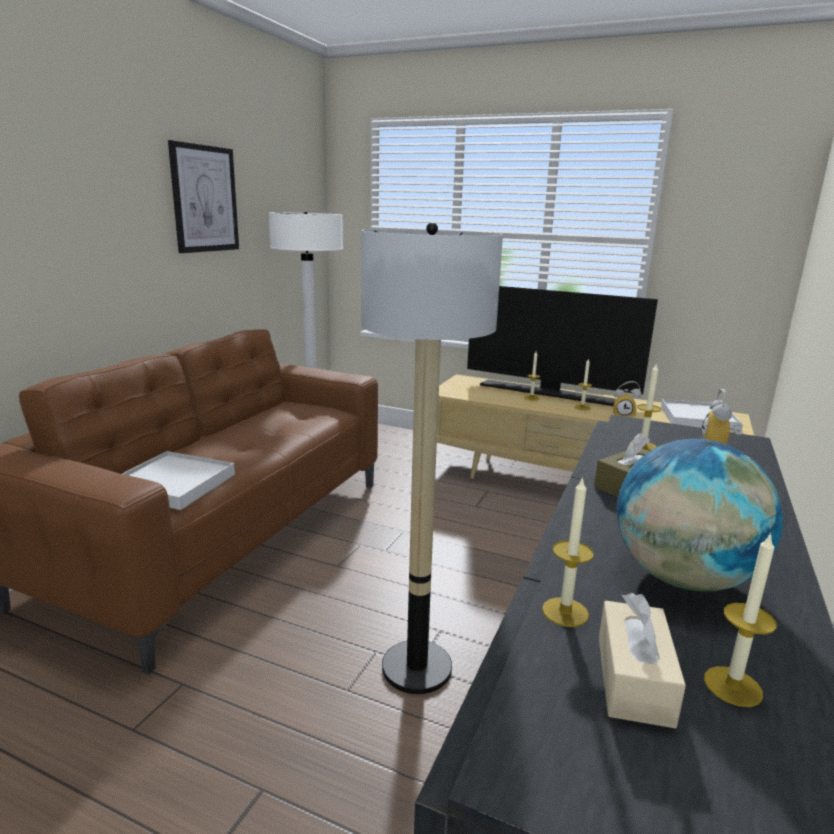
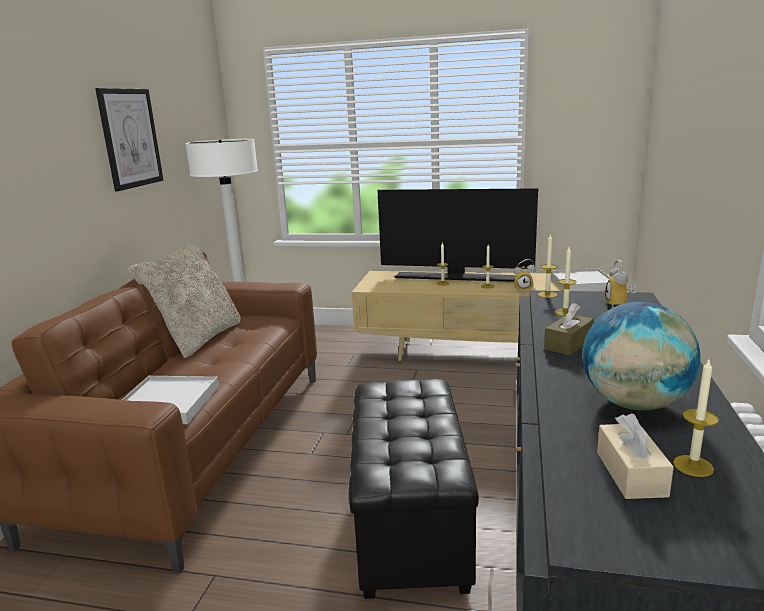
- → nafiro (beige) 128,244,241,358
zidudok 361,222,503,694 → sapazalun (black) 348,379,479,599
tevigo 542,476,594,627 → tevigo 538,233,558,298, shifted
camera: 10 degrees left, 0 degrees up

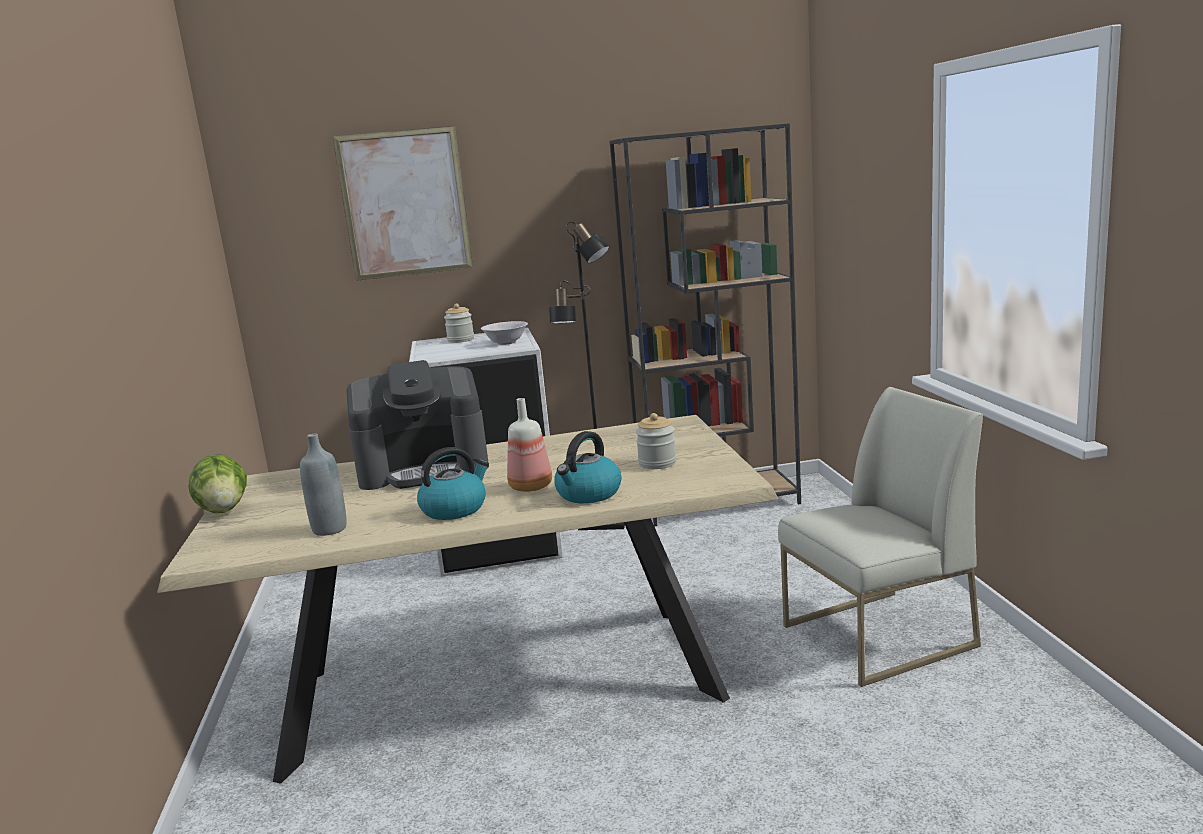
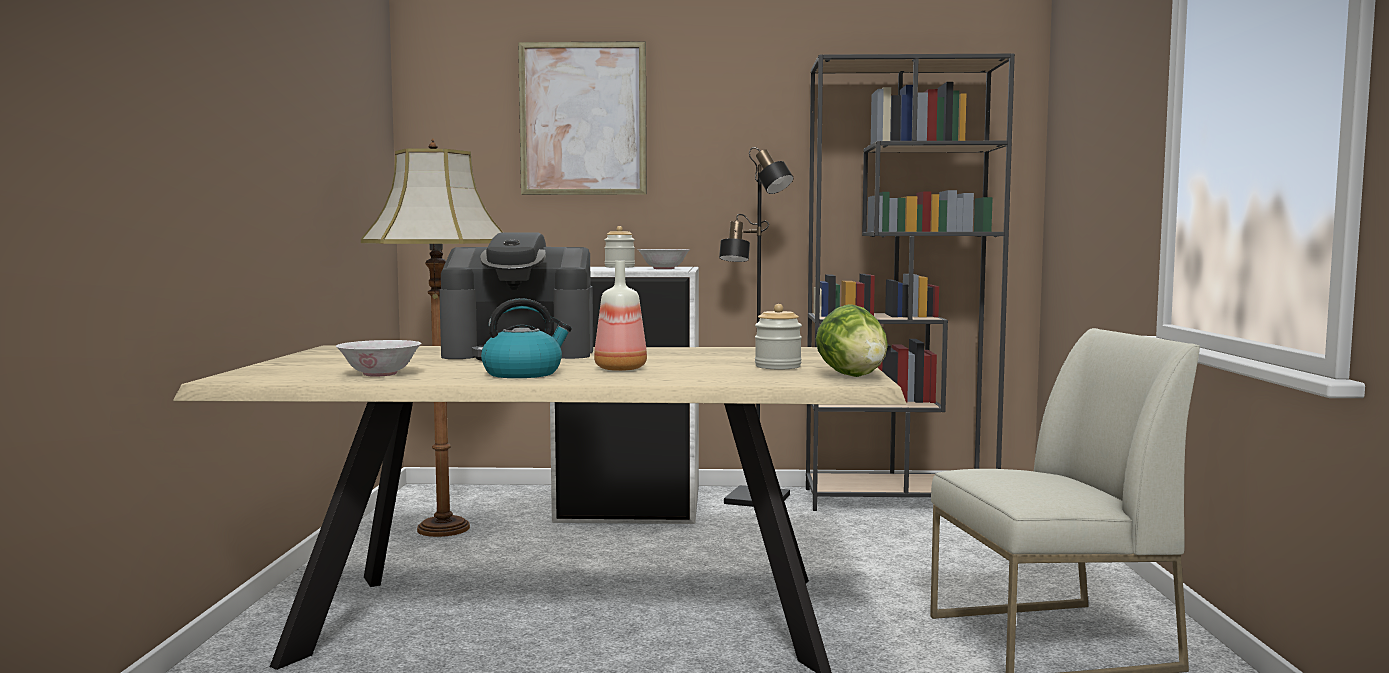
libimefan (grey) 300,434,347,536 → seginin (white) 336,340,422,376
- → zidudok 361,138,504,537
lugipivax 189,454,247,513 → lugipivax 815,304,888,377, shifted
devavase 554,431,621,503 → -
camera: 10 degrees right, 10 degrees down

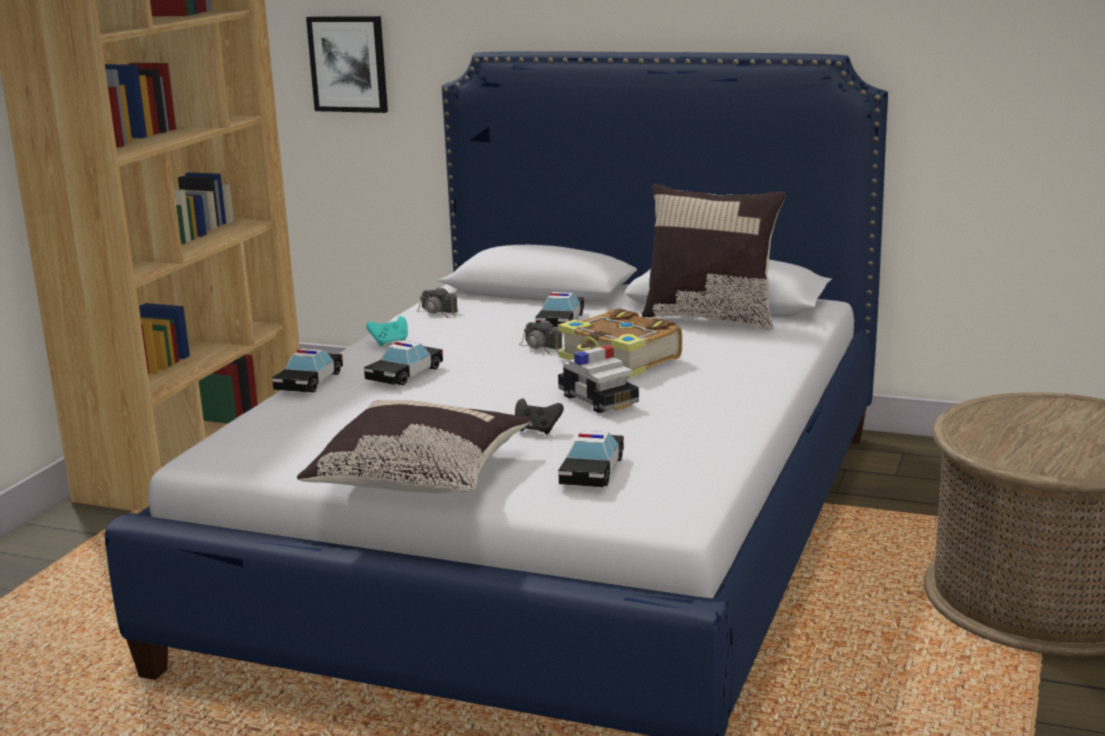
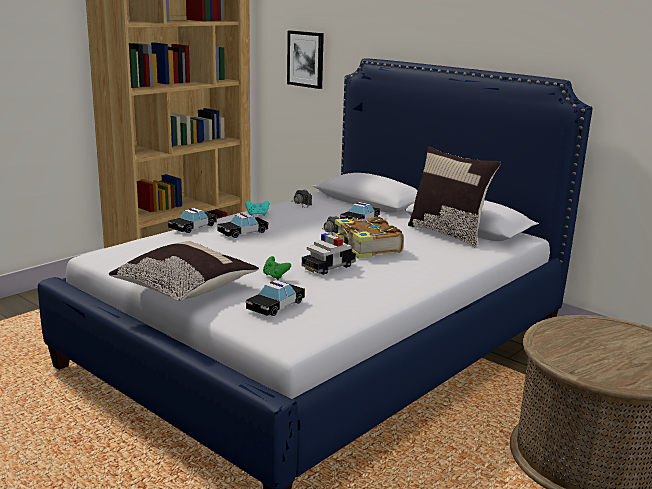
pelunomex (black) 515,399,564,435 → pelunomex (green) 263,256,291,280
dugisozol 558,345,639,413 → dugisozol 302,233,356,275, 60 degrees clockwise
camera: 20 degrees right, 0 degrees up

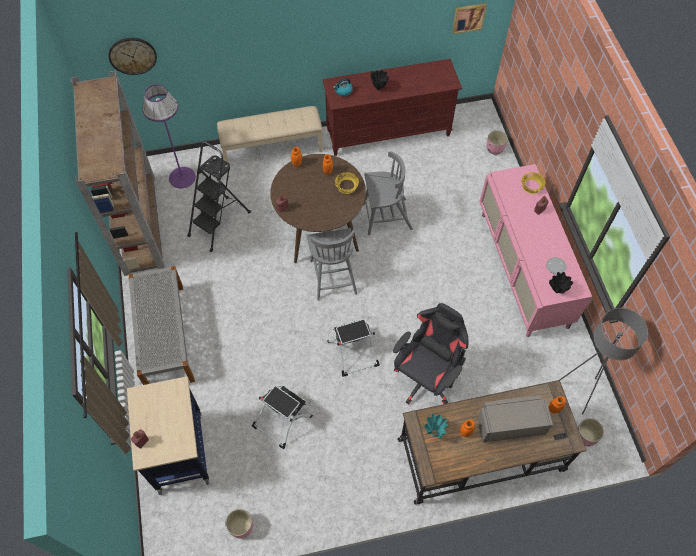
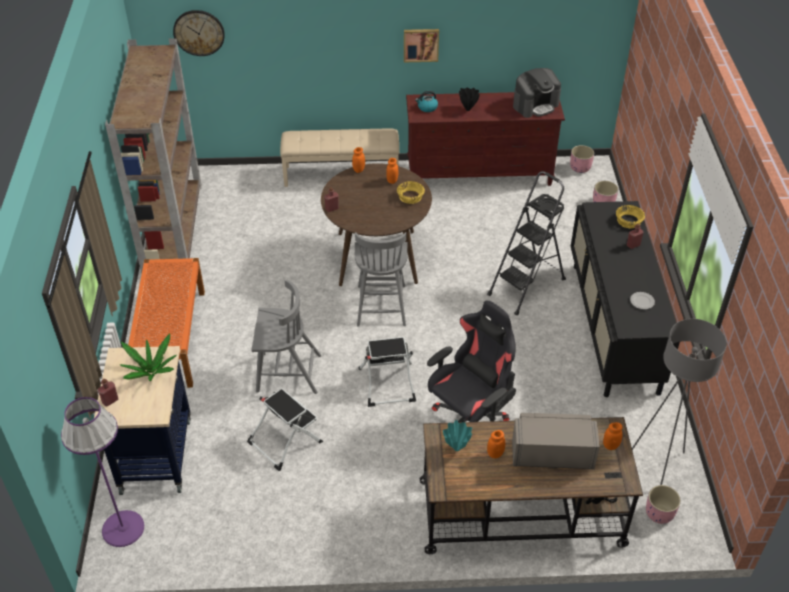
zidudok (purple) 142,84,196,188 → zidudok (purple) 61,397,144,547, shifted
- → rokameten 120,334,177,381
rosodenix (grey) 128,266,195,385 → rosodenix (orange) 128,258,205,388
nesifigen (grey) 363,151,413,235 → nesifigen (grey) 251,280,322,394, shifted
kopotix 452,3,487,34 → kopotix 404,29,439,62, shifted
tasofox 187,142,251,252 → tasofox 487,171,566,315, shifted
- → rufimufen 513,68,561,118
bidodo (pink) 226,509,253,539 → bidodo (pink) 570,145,594,173, shifted
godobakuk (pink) 479,164,592,337 → godobakuk (black) 571,201,680,397
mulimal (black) 549,272,573,294 → -
camera: 10 degrees right, 15 degrees down

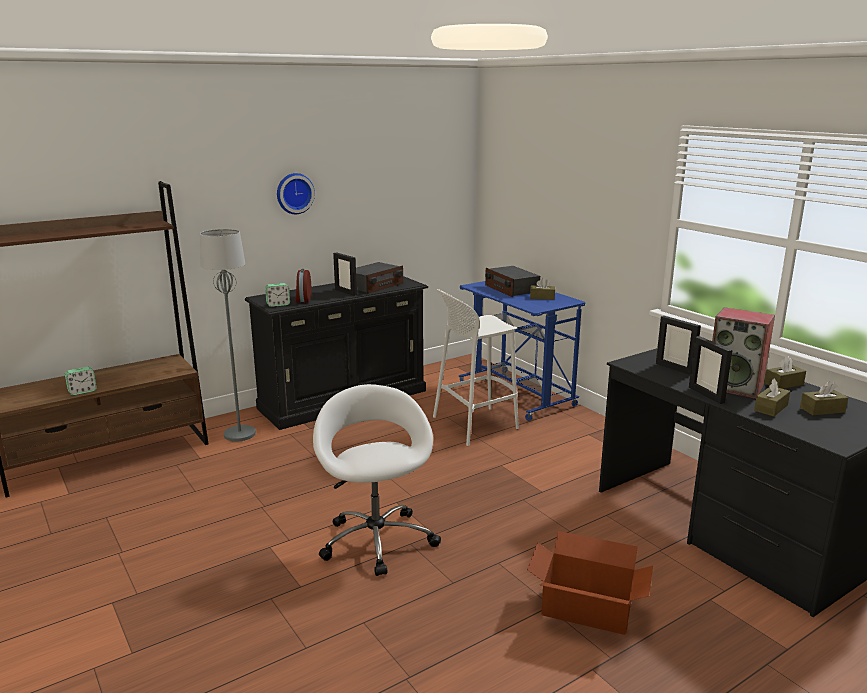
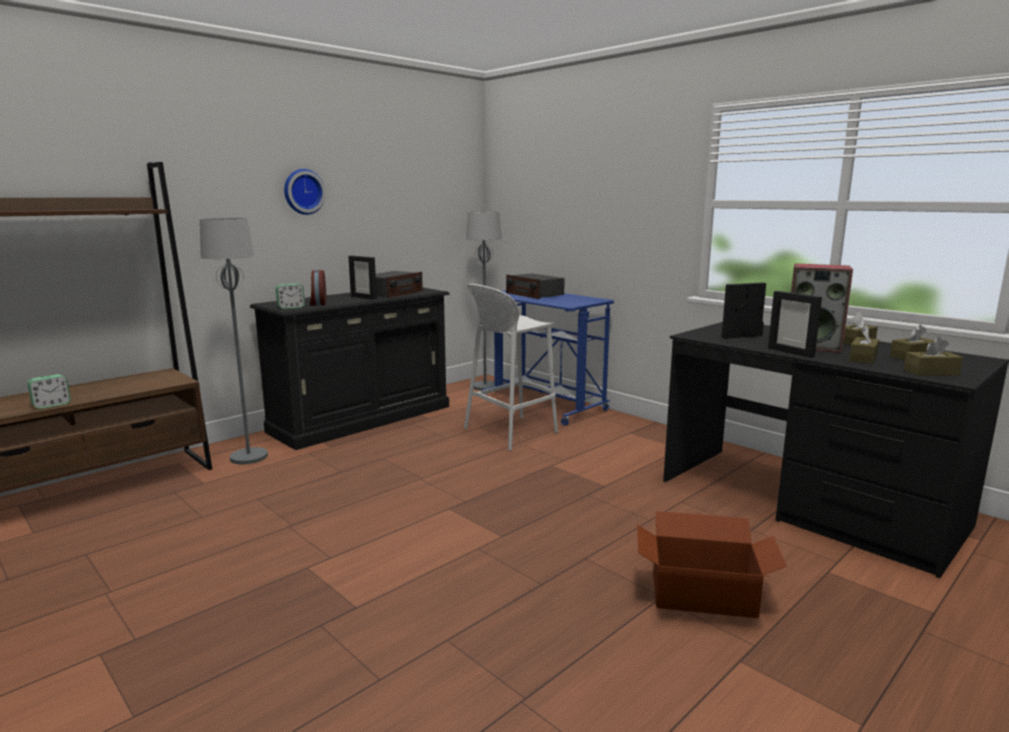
- → zidudok (grey) 466,211,502,390
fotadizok 656,316,701,375 → fotadizok 721,282,766,339, 120 degrees clockwise
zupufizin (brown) 530,278,555,300 → zupufizin (brown) 904,337,963,376, shifted
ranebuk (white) 313,384,441,576 → -
camera: 10 degrees left, 5 degrees down

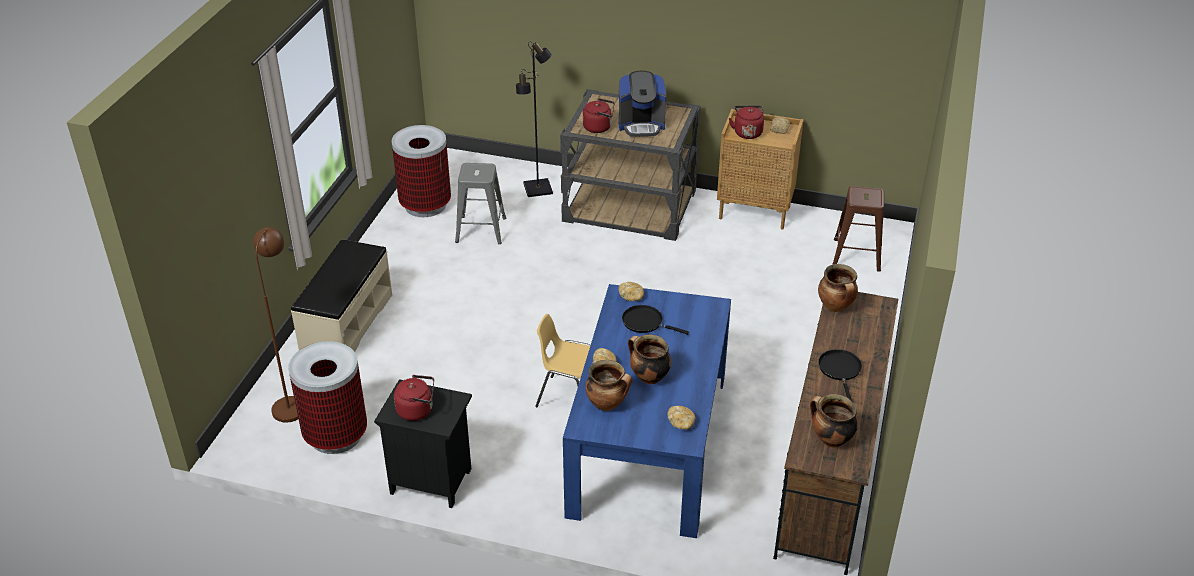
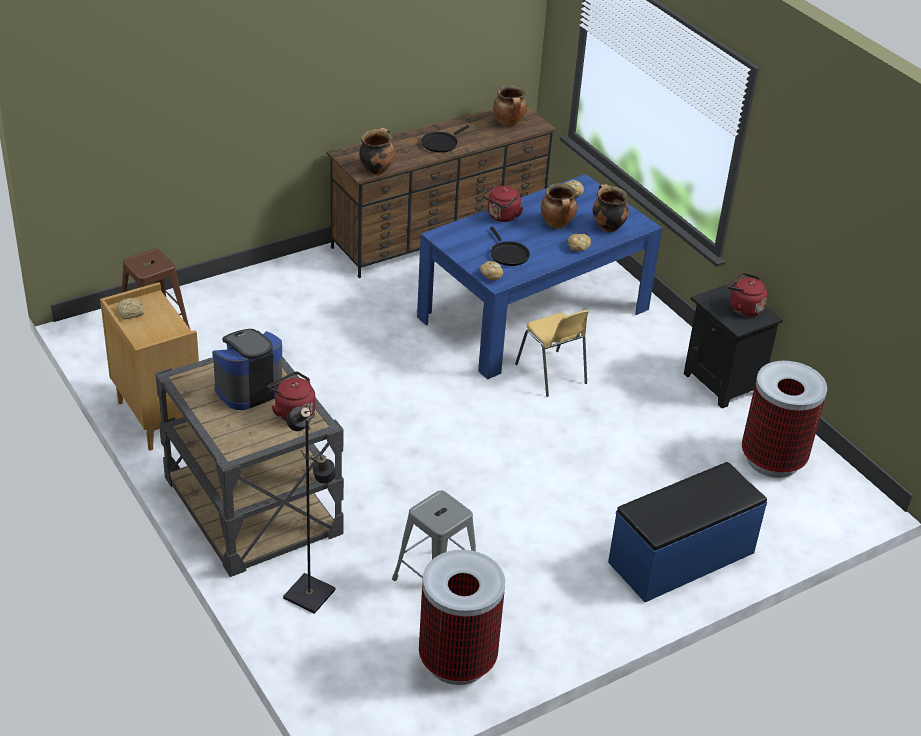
rufimufen 618,71,666,137 → rufimufen 212,329,282,410, 75 degrees counterclockwise
devavase (red) 729,106,764,139 → devavase (red) 483,185,524,222, shifted
rosodenix (beige) 291,239,392,352 → rosodenix (blue) 608,462,767,602
zidudok (brown) 253,227,298,422 → -
camera: 140 degrees left, 0 degrees up

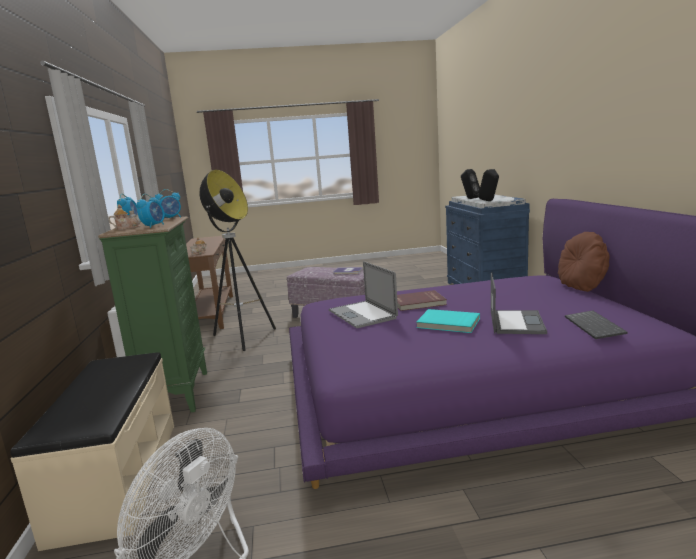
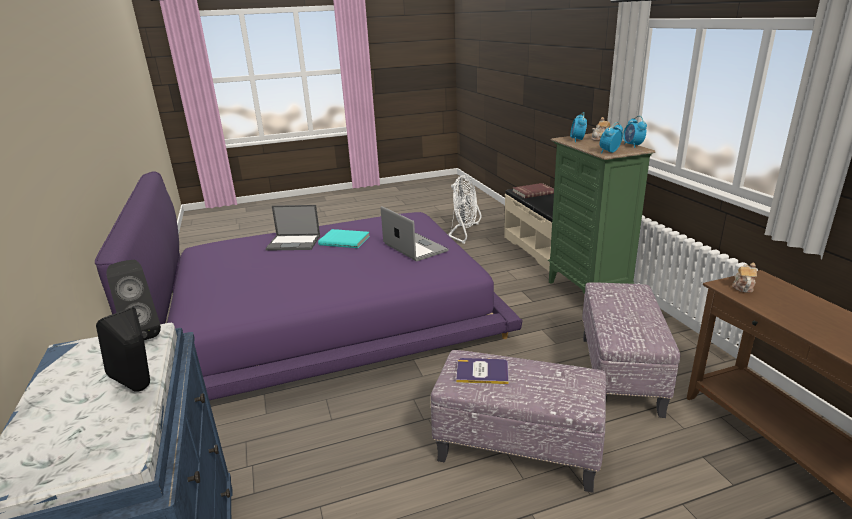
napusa 491,272,547,334 → napusa 265,205,320,251, 90 degrees counterclockwise
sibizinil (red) 397,290,447,311 → sibizinil (red) 512,183,554,198, shifted
zidudok 200,170,276,351 → sapazalun 582,282,680,418
nafiro (brown) 558,232,610,292 → -
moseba 565,310,628,339 → -
camera: 170 degrees right, 10 degrees up

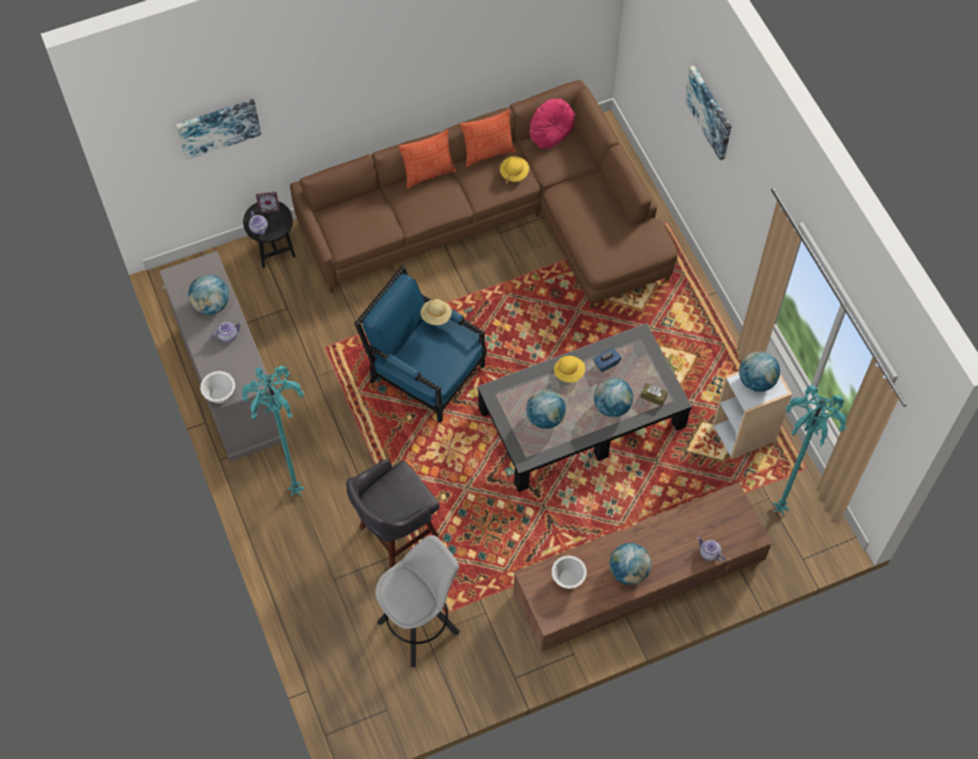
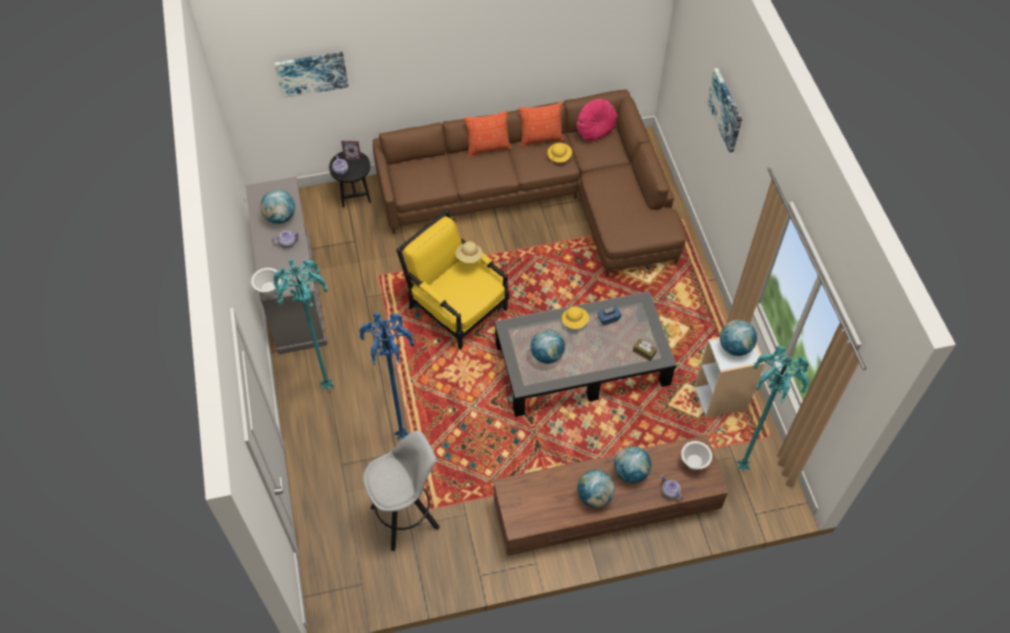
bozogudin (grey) 346,459,439,568 → zidudok (blue) 359,313,415,440
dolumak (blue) 354,266,487,423 → dolumak (yellow) 396,210,509,350
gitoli 594,378,633,417 → gitoli 614,446,651,483, shifted
seginin (white) 552,555,587,589 → seginin (white) 681,441,712,470, shifted
camera: 10 degrees right, 5 degrees down

